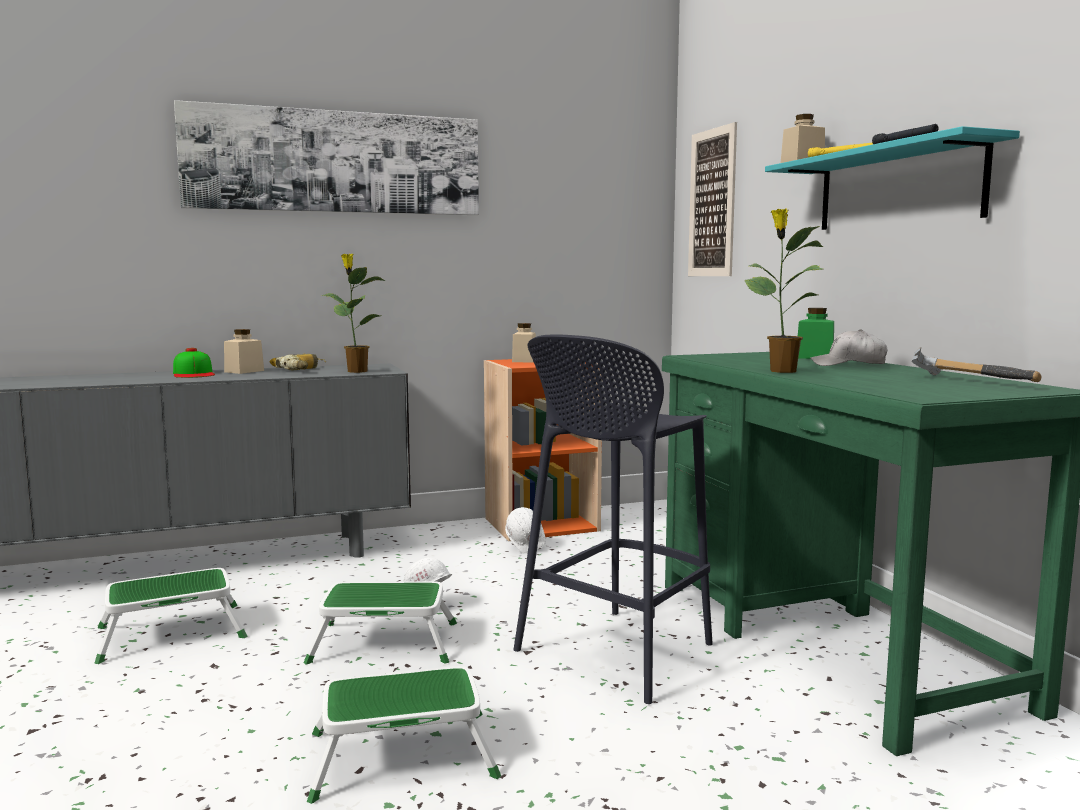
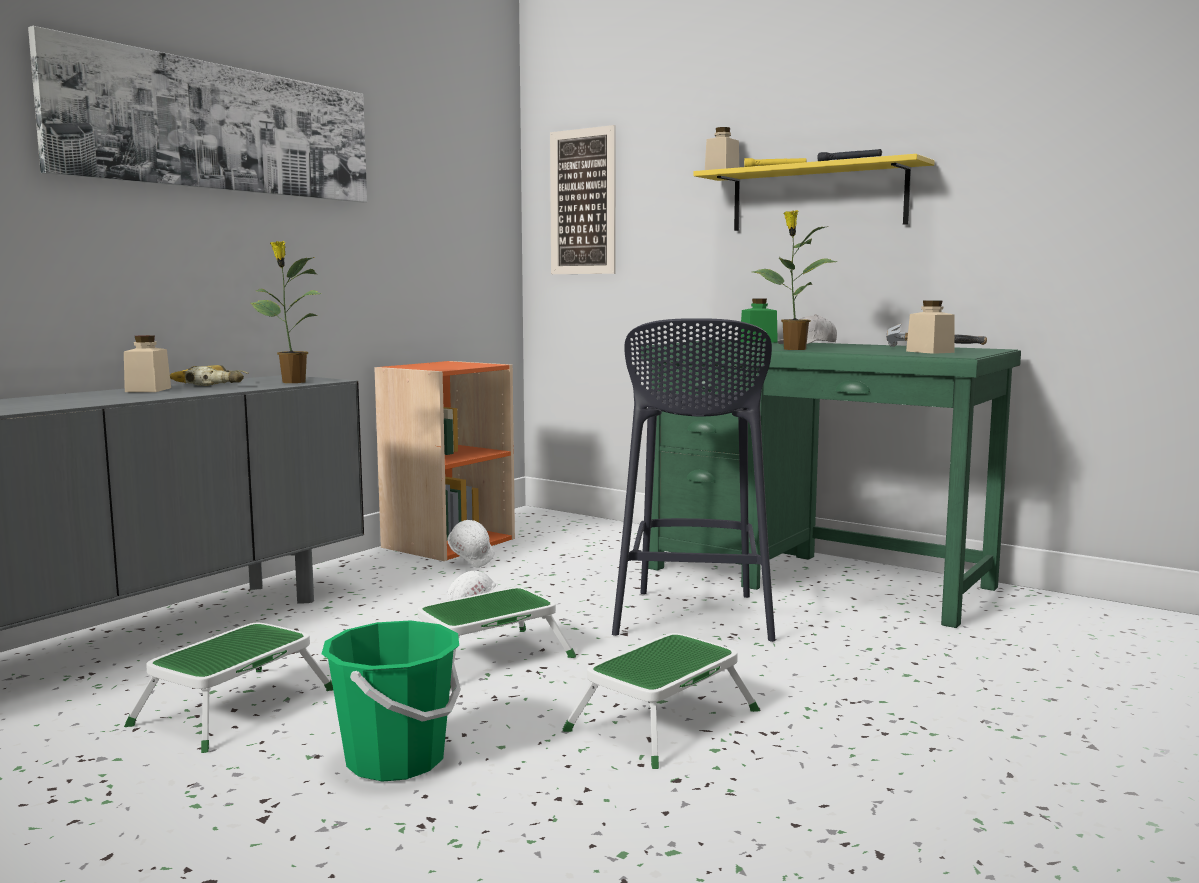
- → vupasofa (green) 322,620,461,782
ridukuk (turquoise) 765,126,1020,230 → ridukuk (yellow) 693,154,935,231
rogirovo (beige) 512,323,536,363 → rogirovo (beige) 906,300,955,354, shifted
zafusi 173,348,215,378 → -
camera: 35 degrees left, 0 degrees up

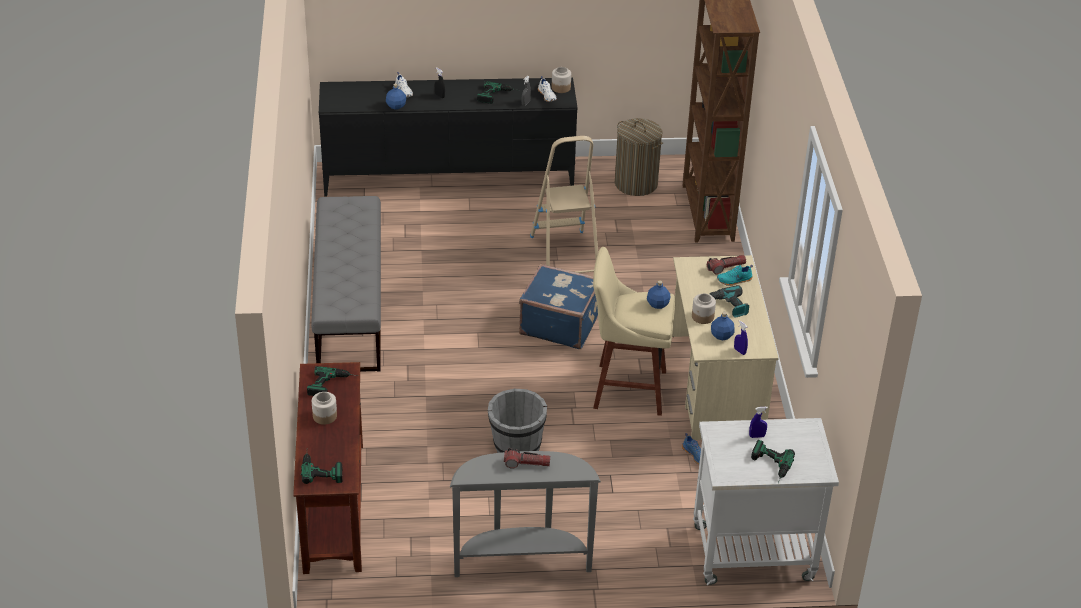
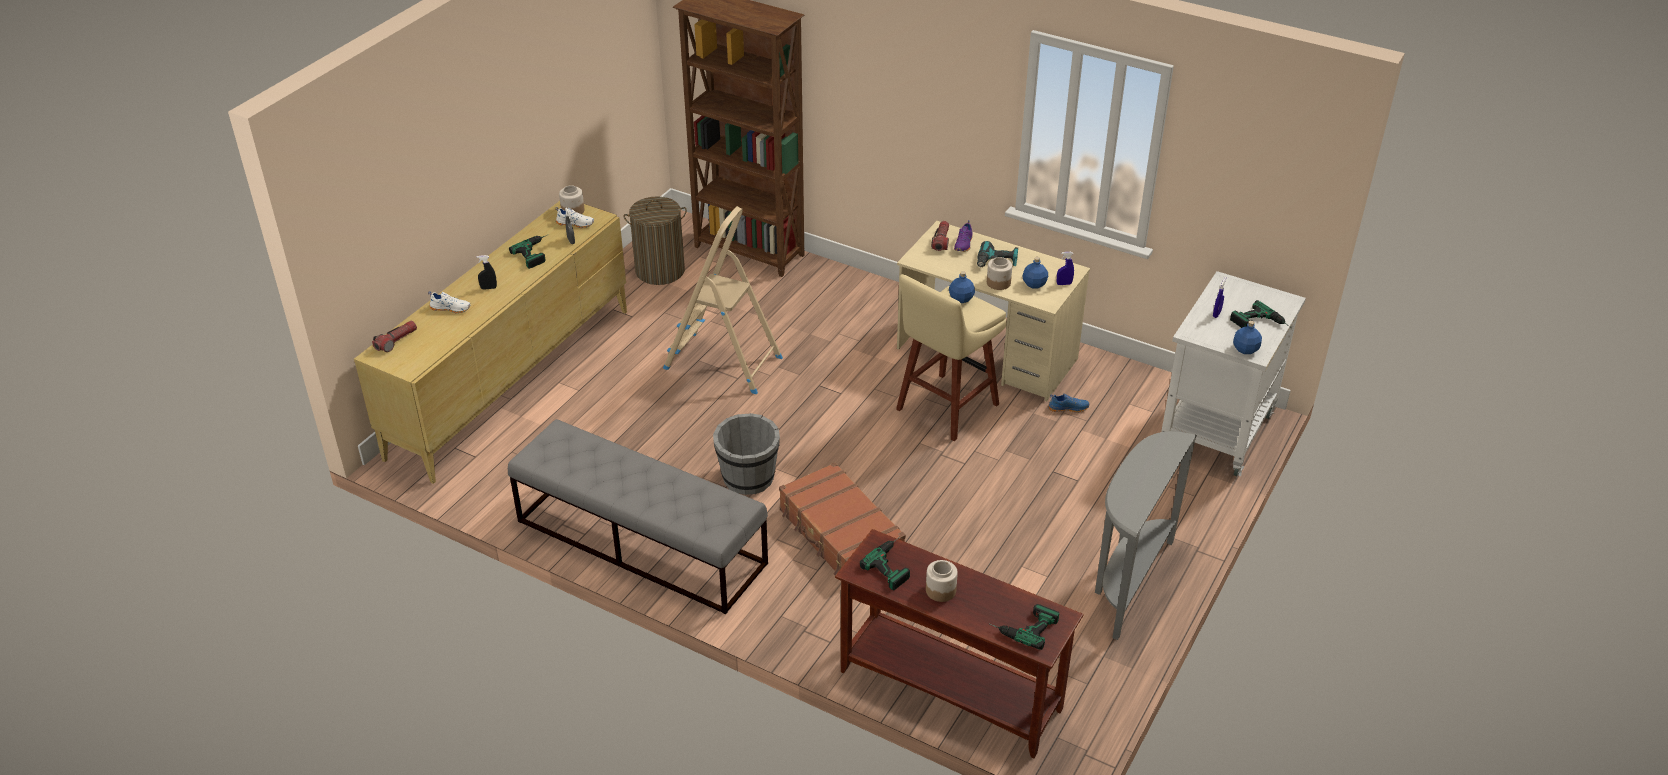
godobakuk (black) 319,78,578,196 → godobakuk (beige) 354,201,627,484
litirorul 504,448,550,469 → litirorul 372,320,417,352, shifted
vupasofa (grey) 488,389,547,453 → vupasofa (grey) 713,413,780,495, shifted
- → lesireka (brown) 779,462,906,575
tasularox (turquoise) 717,265,753,286 → tasularox (purple) 954,220,973,252
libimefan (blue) 386,83,406,110 → libimefan (blue) 1233,320,1262,354, shifted
lesireka (blue) 519,264,598,349 → -
camera: 55 degrees left, 0 degrees up

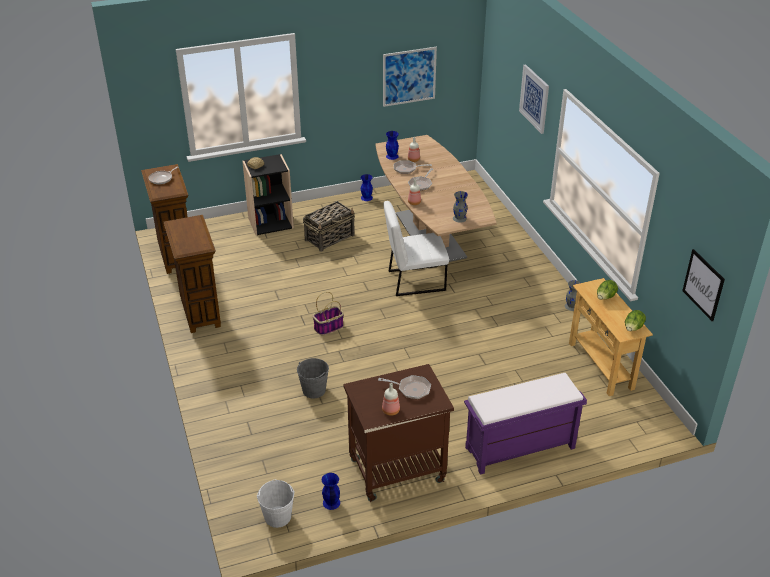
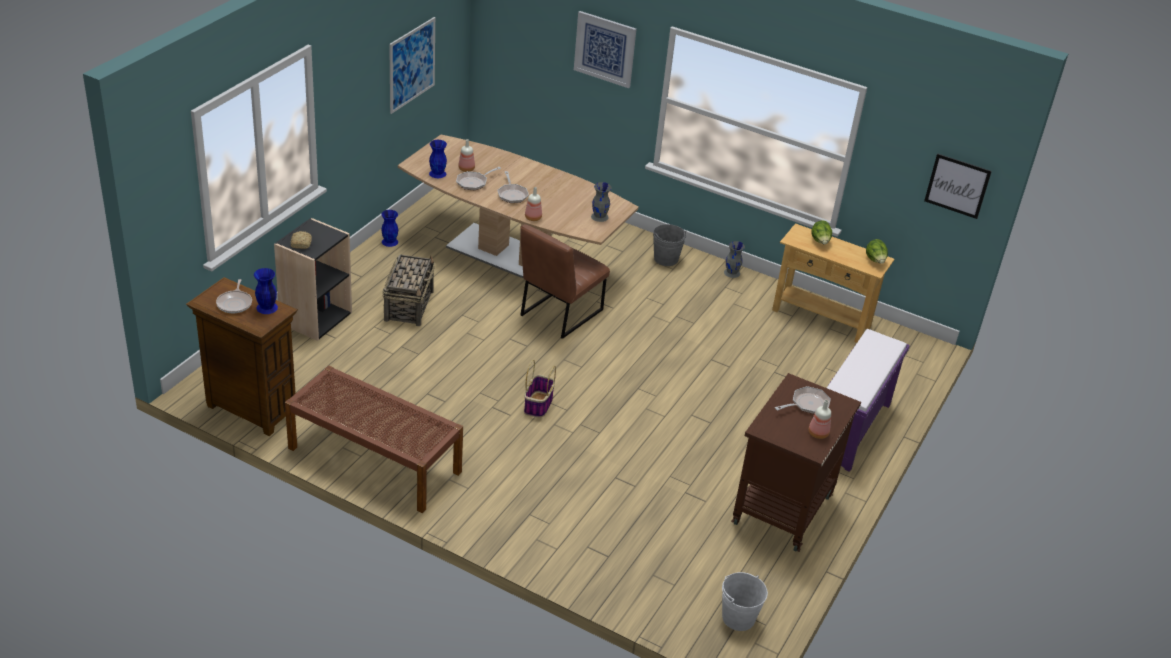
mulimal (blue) 322,473,340,510 → mulimal (blue) 254,268,278,314, shifted
godobakuk (brown) 163,215,221,333 → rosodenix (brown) 285,365,463,513
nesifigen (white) 384,201,449,296 → nesifigen (brown) 520,224,610,339
vupasofa (grey) 297,358,329,398 → vupasofa (grey) 653,224,687,266, shifted
camera: 45 degrees left, 0 degrees up

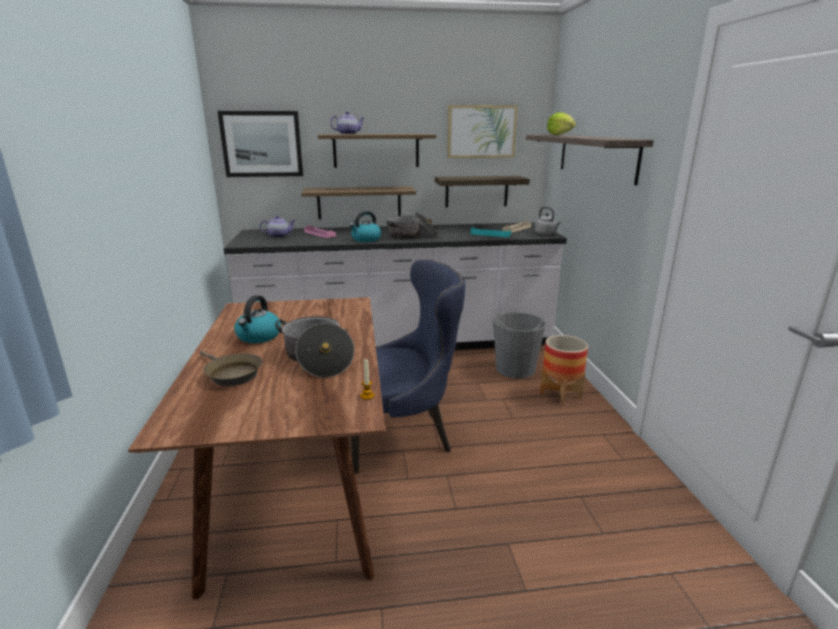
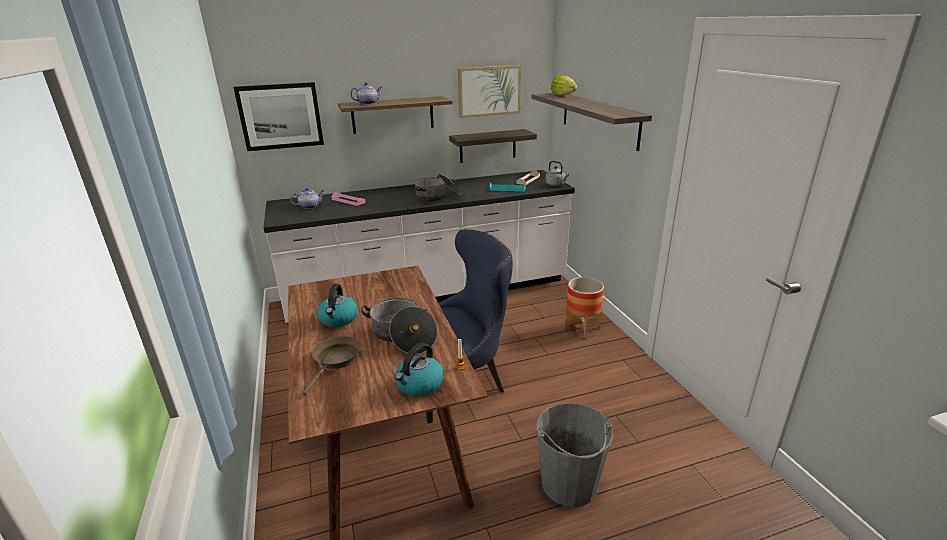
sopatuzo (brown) 199,351,263,386 → sopatuzo (brown) 303,336,361,395, 105 degrees counterclockwise
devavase 350,211,381,242 → devavase 395,343,444,397, shifted
vupasofa (grey) 493,312,546,378 → vupasofa (grey) 536,403,613,507, shifted
ridukuk 301,186,416,219 → -
camera: 10 degrees left, 5 degrees up

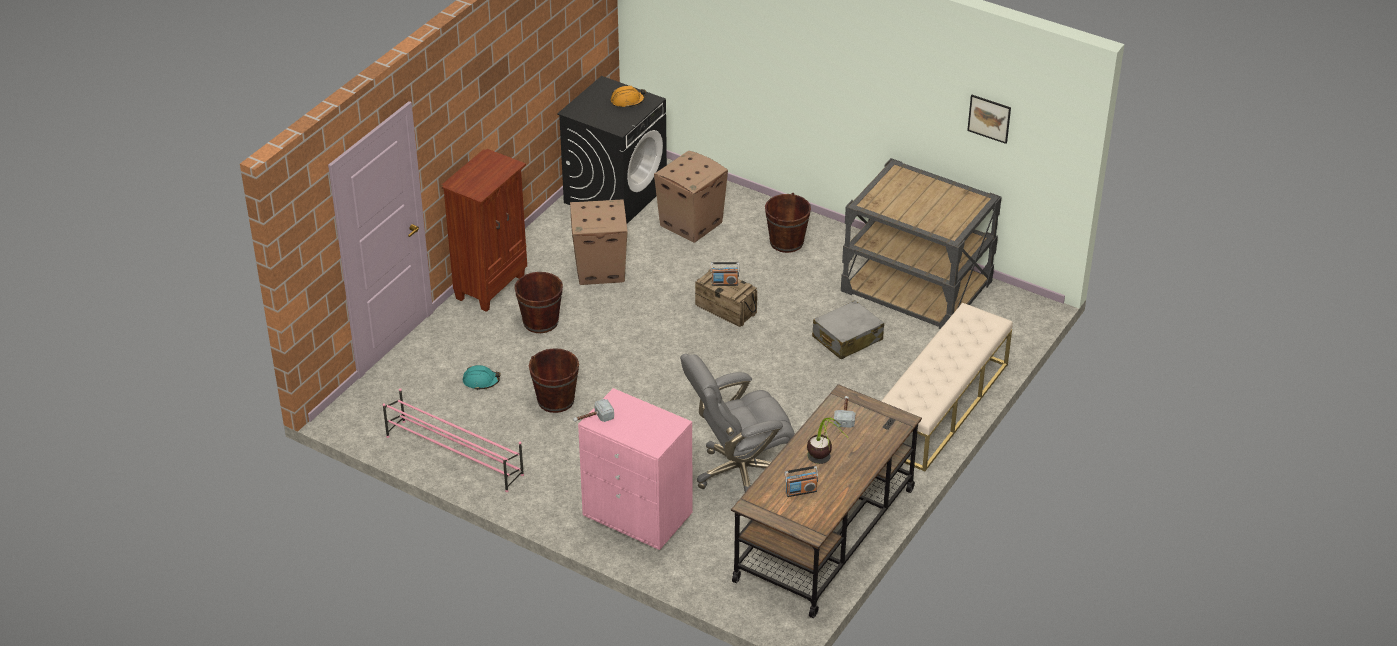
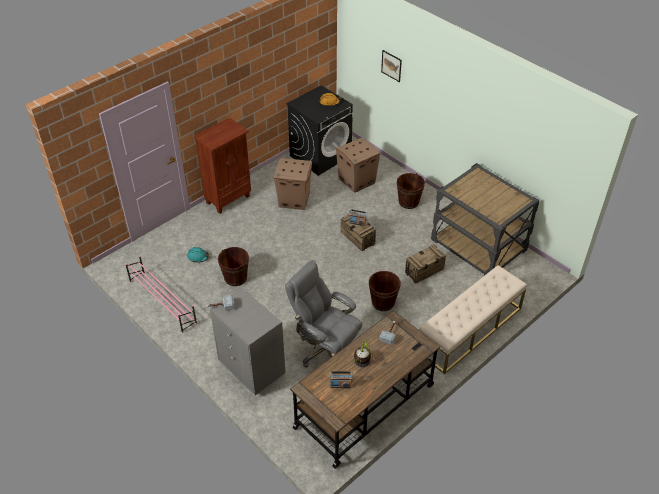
godobakuk (pink) 578,388,692,550 → godobakuk (grey) 210,288,285,395
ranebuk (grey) 680,354,795,492 → ranebuk (grey) 285,260,362,368, 45 degrees clockwise
vupasofa (brown) 514,272,563,333 → vupasofa (brown) 369,271,401,311, shifted
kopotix 967,95,1011,144 → kopotix 381,50,402,82, shifted
lesireka (grey) 812,300,884,359 → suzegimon 405,245,446,284
camera: 15 degrees right, 5 degrees up

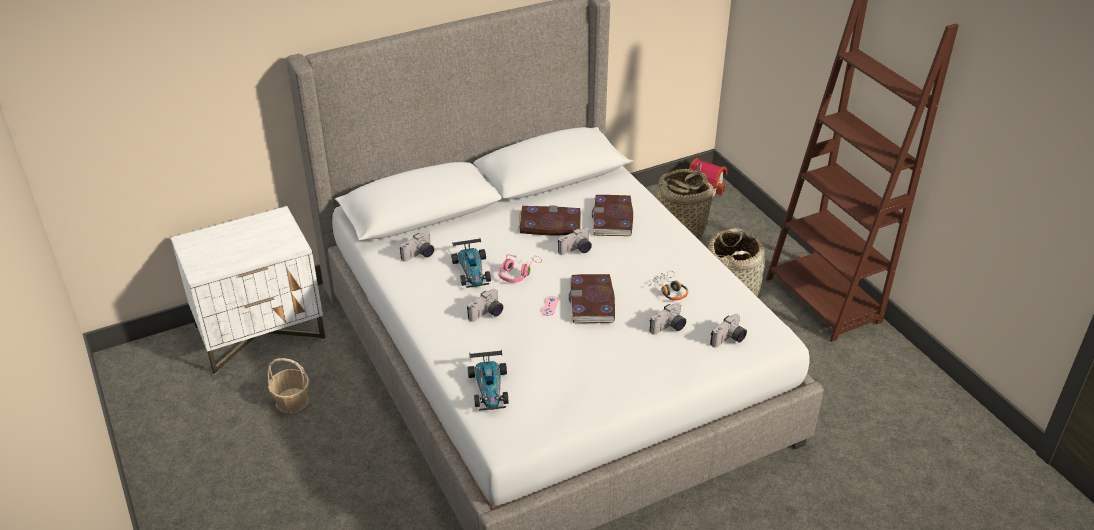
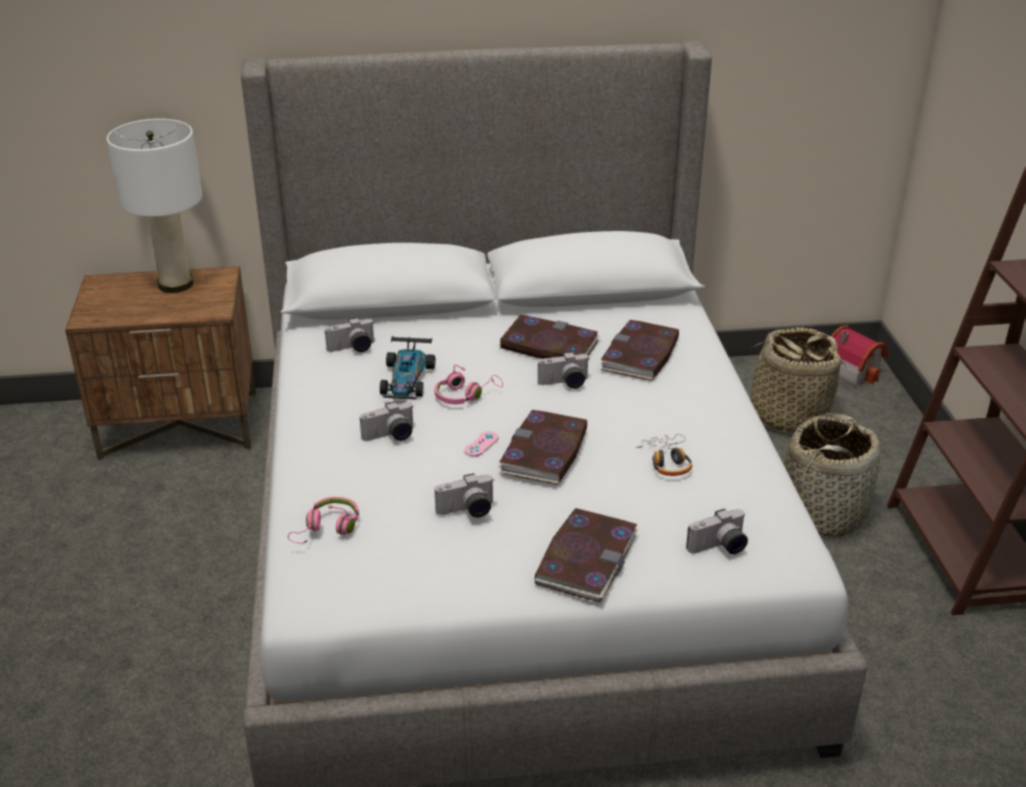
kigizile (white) 171,206,326,374 → kigizile (brown) 65,267,256,460
- → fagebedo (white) 107,119,202,293
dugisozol 468,350,509,410 → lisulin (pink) 288,497,359,544
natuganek 650,303,686,335 → natuganek 435,473,494,518, shifted
- → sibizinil 535,508,638,602
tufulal 267,358,309,414 → -
camera: 20 degrees right, 5 degrees down

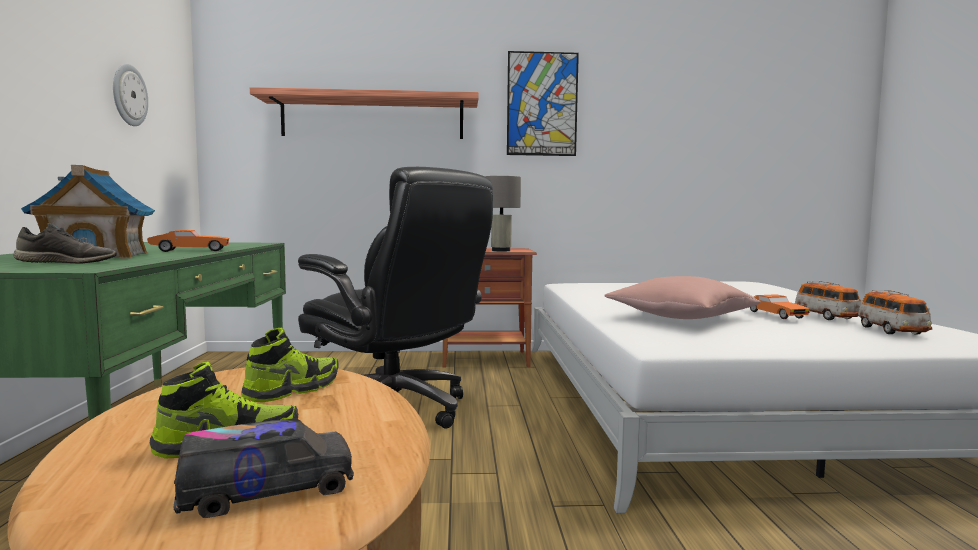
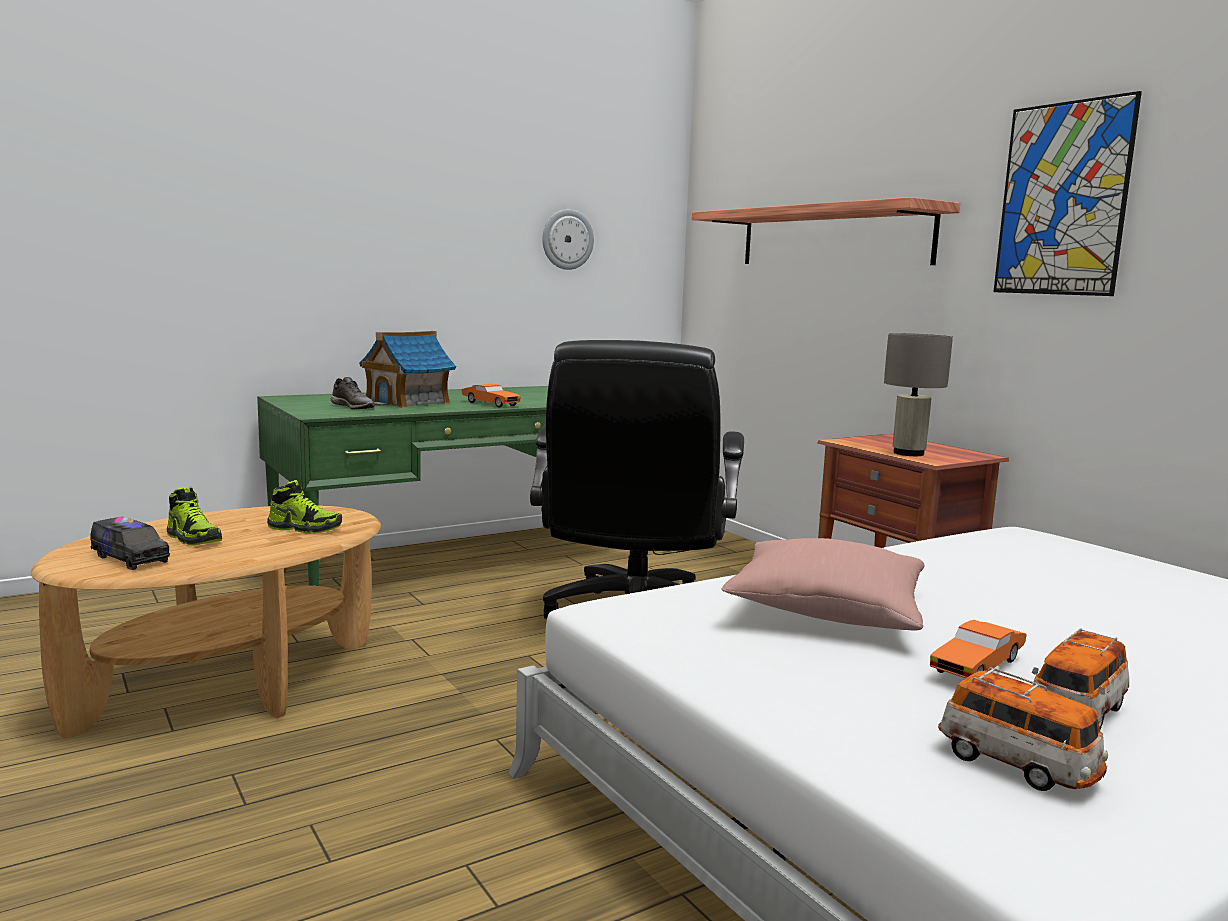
dugisozol 858,290,932,335 → dugisozol 938,667,1108,791, 105 degrees counterclockwise
camera: 60 degrees right, 5 degrees up

